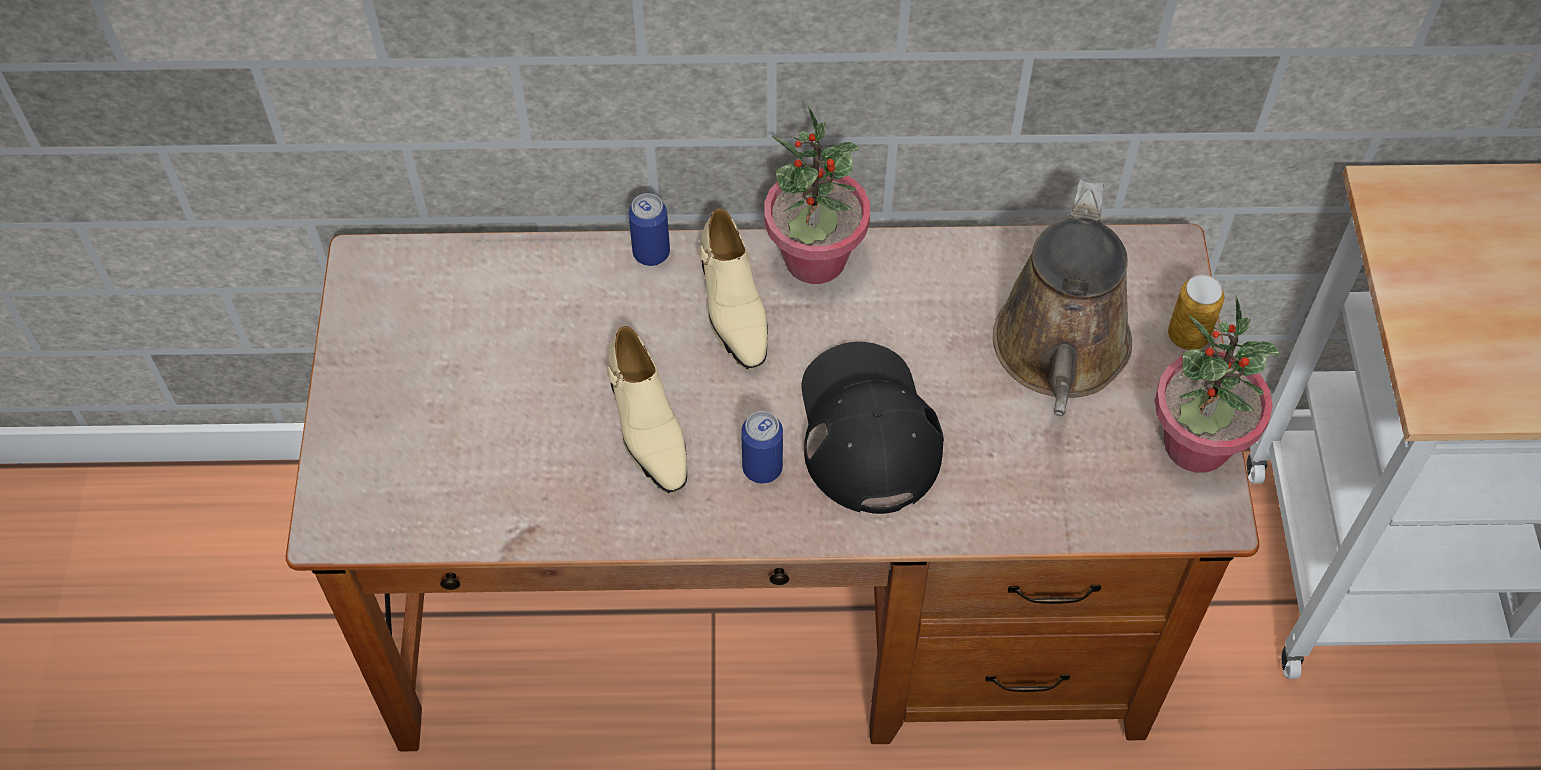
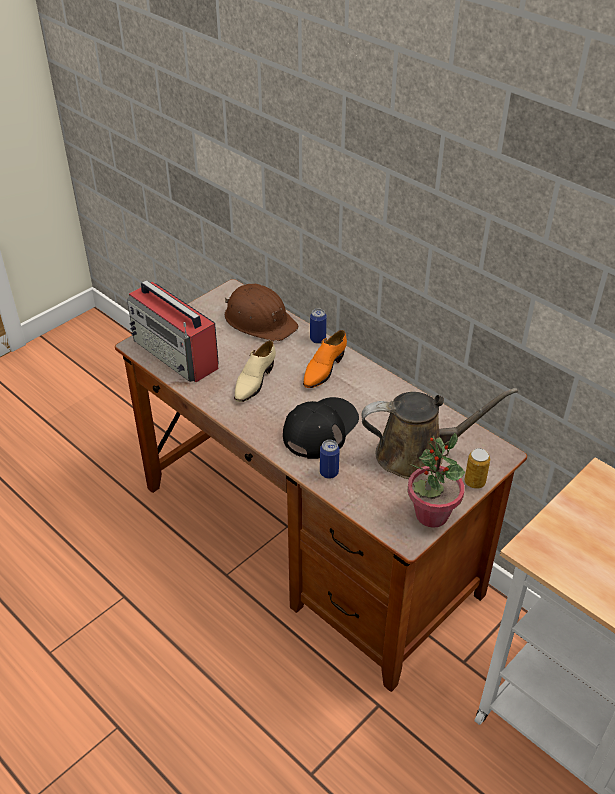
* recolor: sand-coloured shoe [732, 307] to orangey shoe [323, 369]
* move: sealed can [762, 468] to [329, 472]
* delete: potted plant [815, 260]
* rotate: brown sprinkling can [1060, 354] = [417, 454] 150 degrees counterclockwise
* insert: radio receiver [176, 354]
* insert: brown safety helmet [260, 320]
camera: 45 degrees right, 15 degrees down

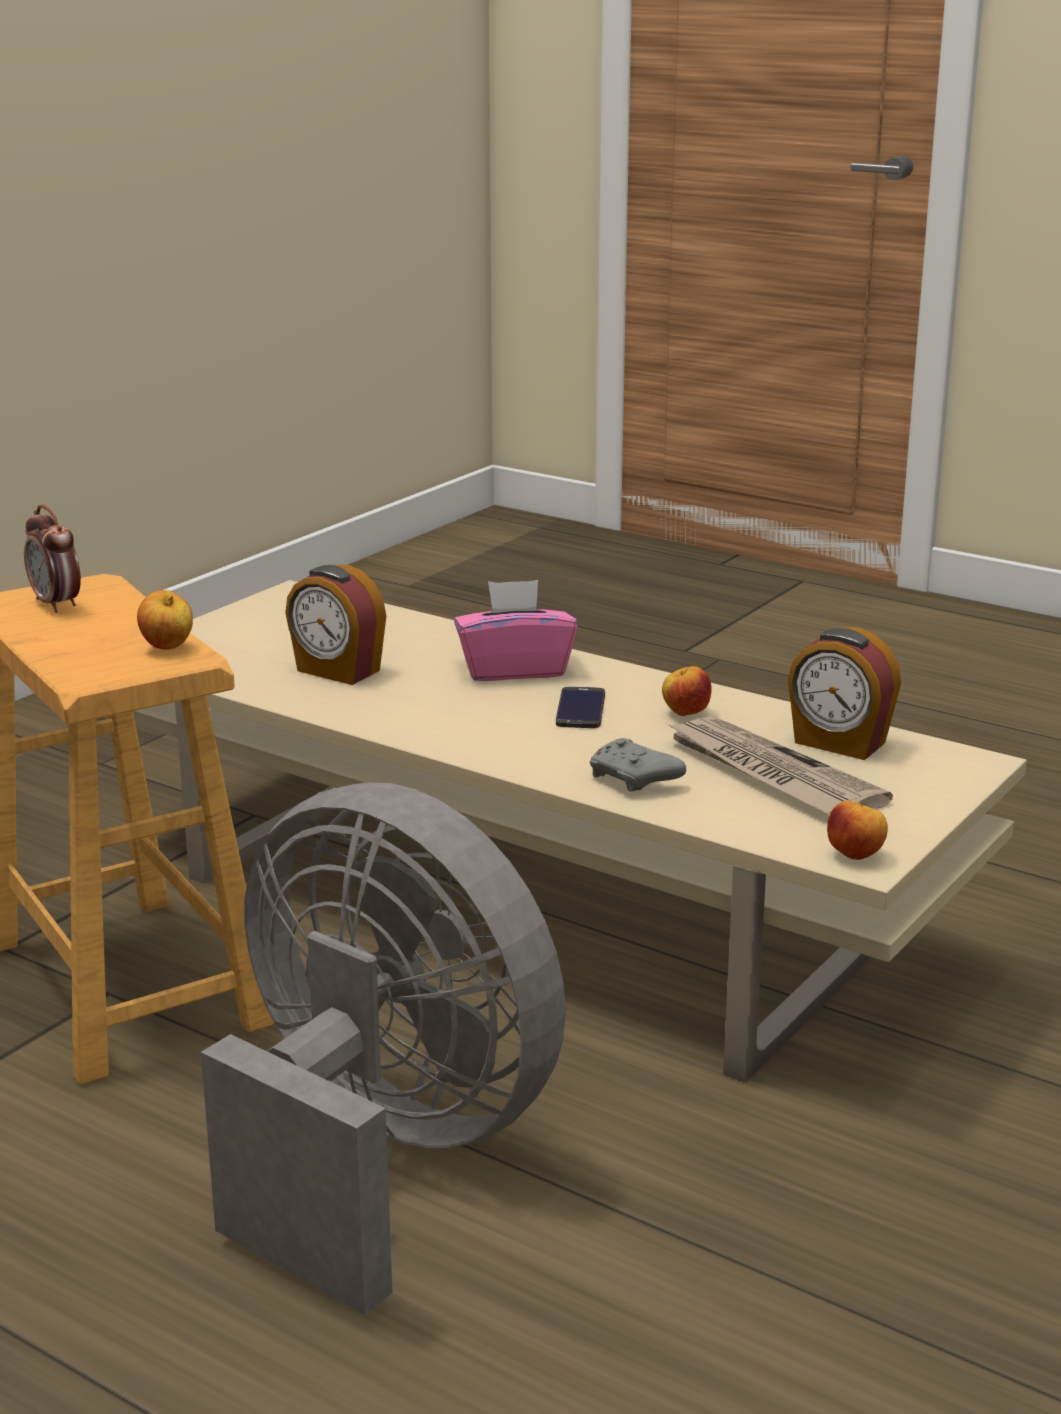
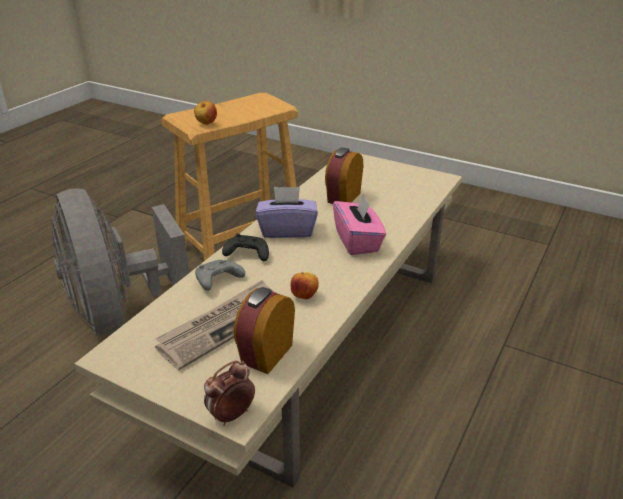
* move: bedside clock [56, 604] to [231, 415]
* rotate: grey cooling fan [380, 1154] = [120, 312] 120 degrees clockwise
* delete: handset [581, 709]
* delete: apple fruit [856, 856]
* insert: black gamepad [246, 254]
* insert: purplish tissue holder [287, 230]
camera: 85 degrees right, 10 degrees up

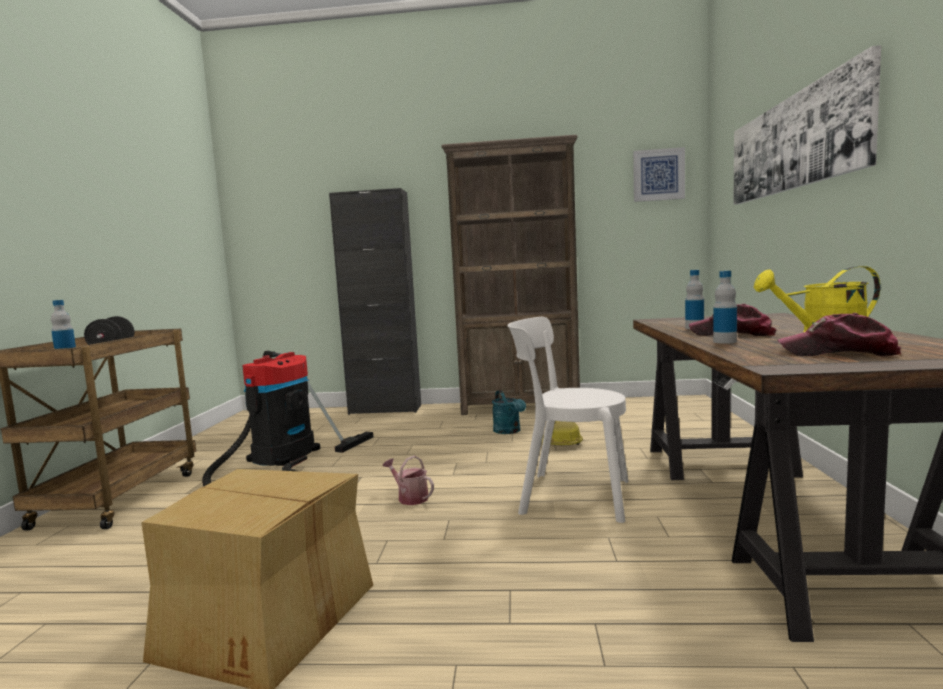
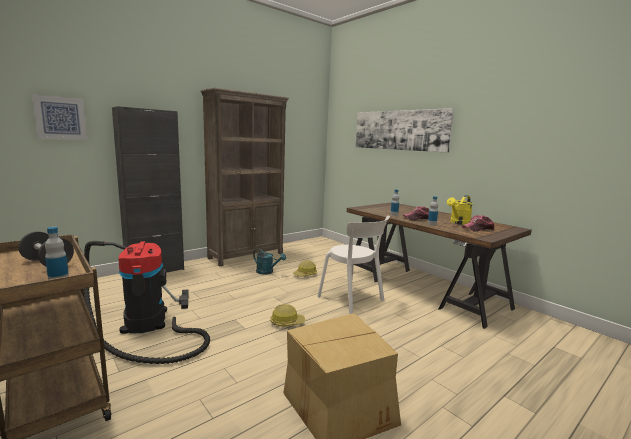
* replace: sprinkling can [410, 497] to safety helmet [287, 322]
* rotate: white upright chair [569, 495] = [353, 299] 105 degrees counterclockwise
* move: wall picture [658, 175] to [60, 118]
camera: 45 degrees left, 5 degrees up

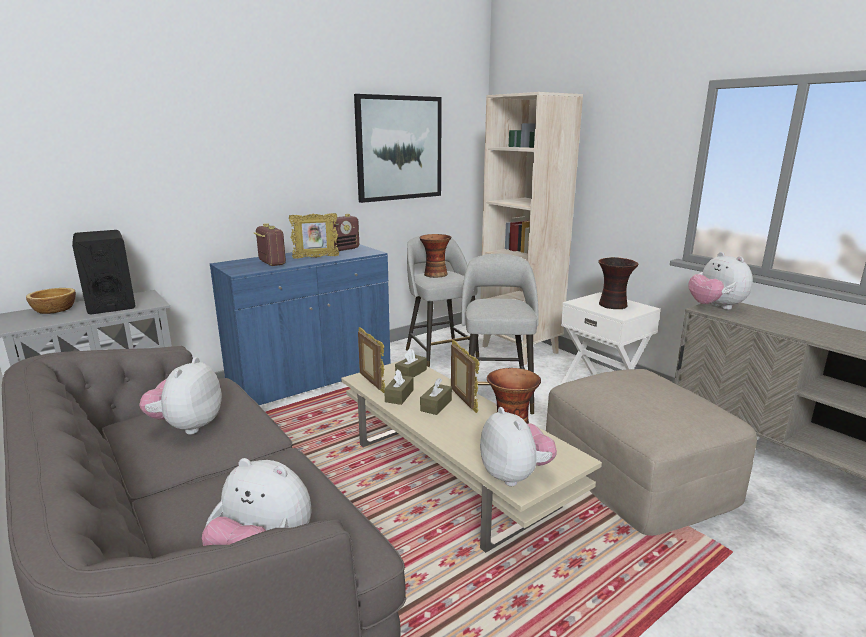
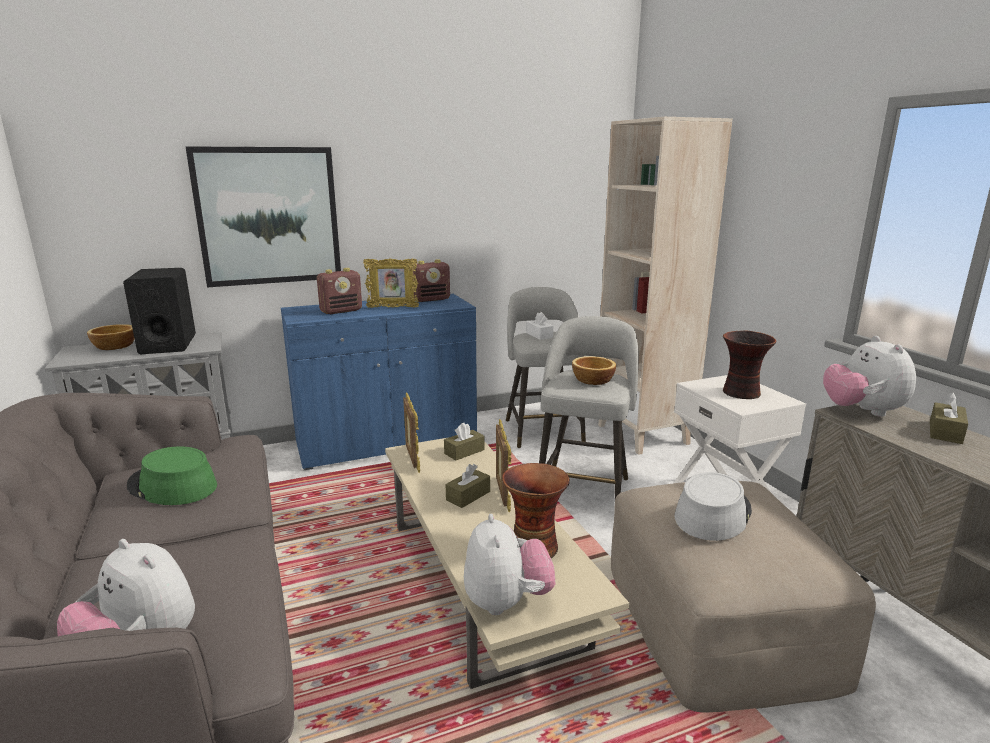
* replace: soft toy [187, 426] to green wearable hat [172, 486]
* rotate: radio receiver [272, 263] = [341, 311] 75 degrees clockwise
* move: wall picture [399, 148] to [268, 216]
* move: brown tissue holder [399, 396] to [945, 432]
* replace: flower vase [434, 274] to white tissue holder [539, 335]
* insert: bowl [592, 380]
* insert: grey wearable hat [712, 514]
camera: 15 degrees right, 0 degrees up

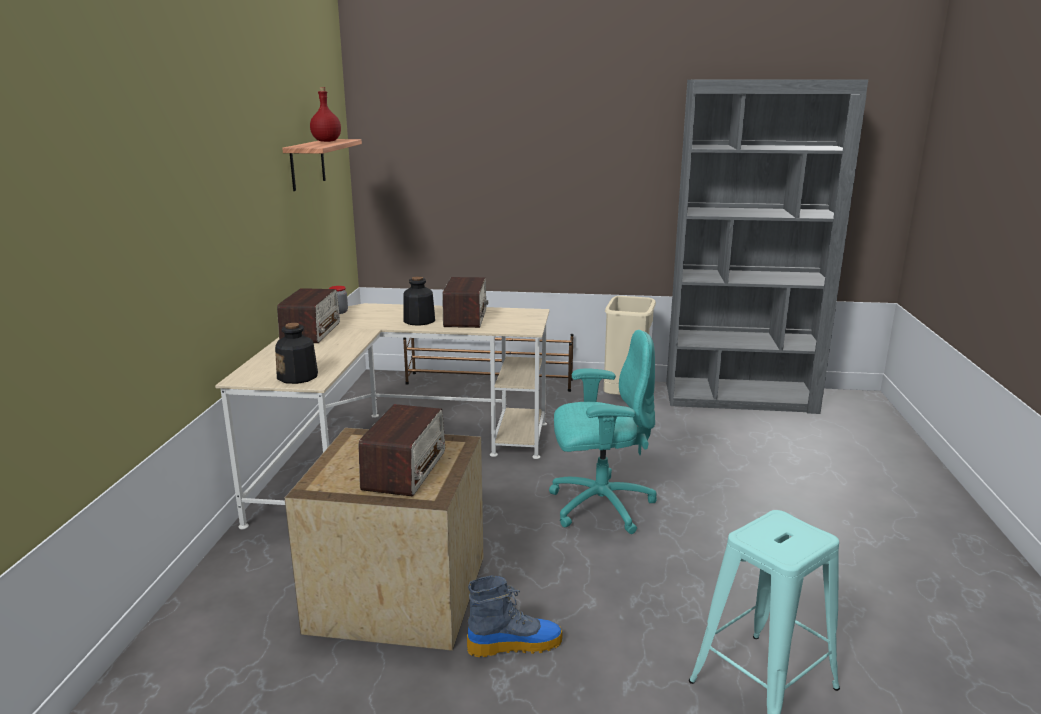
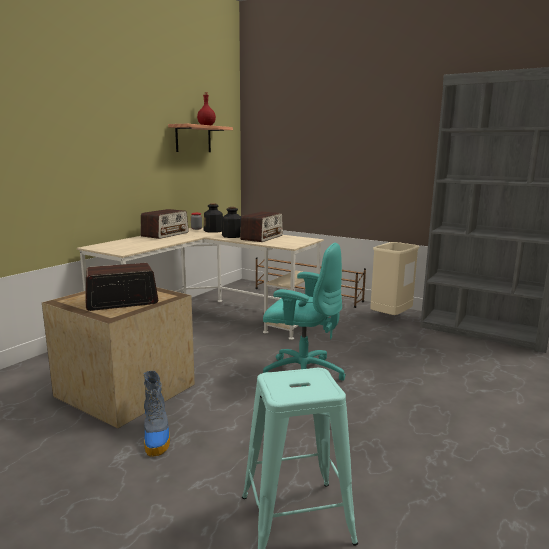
* move: drink bottle [298, 377] to [213, 231]
* rotate: radio receiver [405, 470] = [121, 302] 150 degrees counterclockwise
* rotate: tall boot [515, 644] = [156, 436] 60 degrees clockwise
camera: 25 degrees right, 5 degrees down

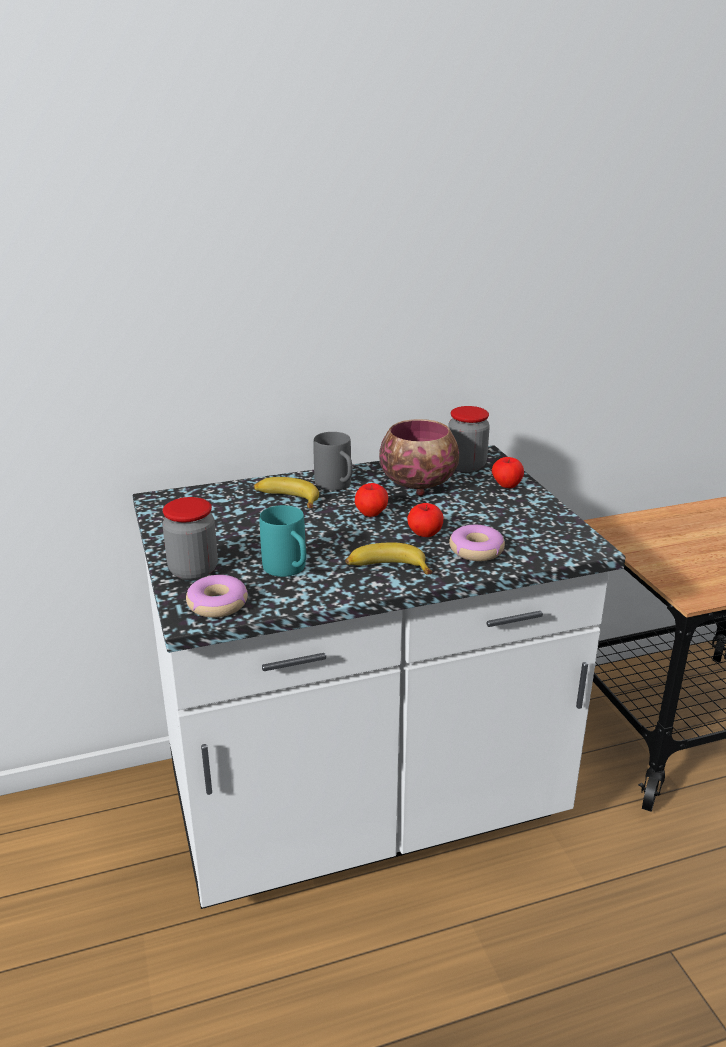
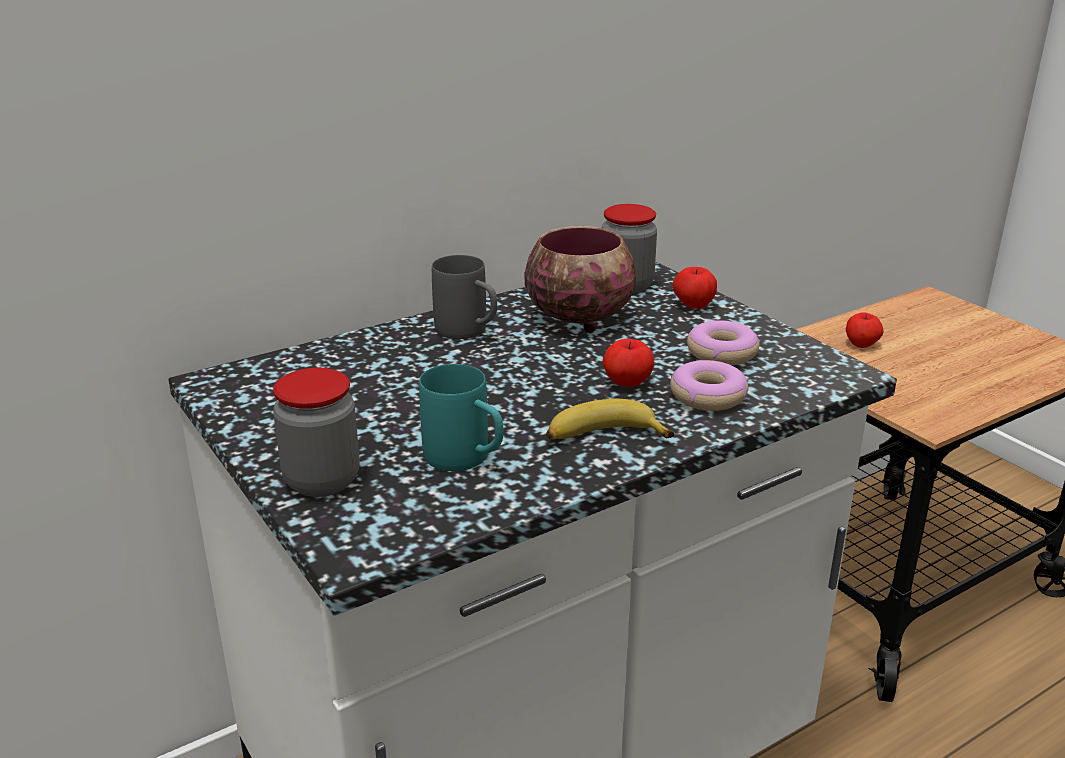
* move: donut [218, 604] to [722, 353]
* delete: banana fruit [286, 499]
* move: apple fruit [371, 514] to [861, 345]
camera: 15 degrees left, 0 degrees up

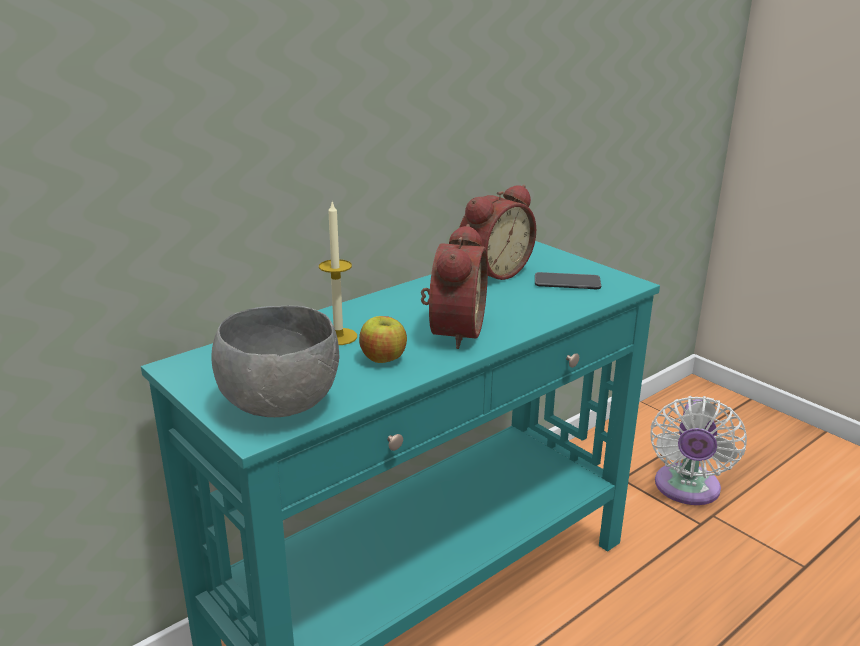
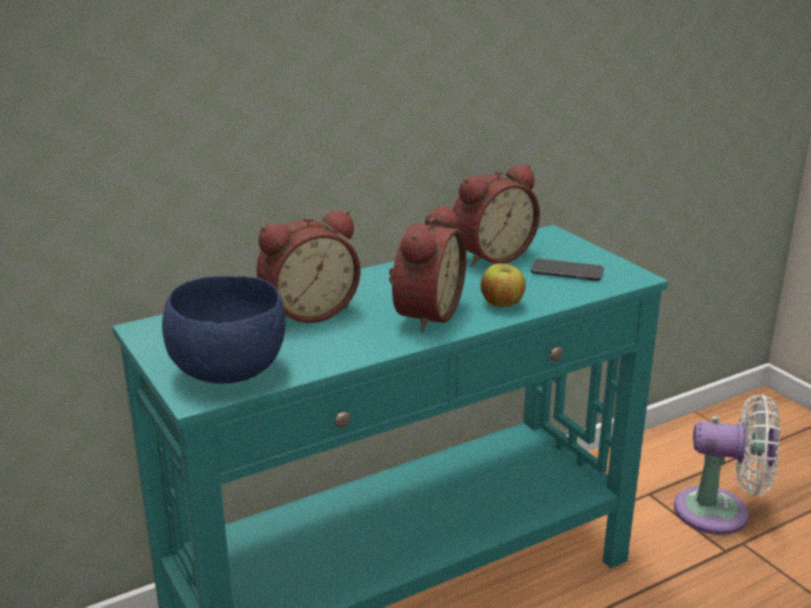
* recolor: grey bowl [281, 404] to blue-coloured bowl [230, 371]
* replace: wax candle [338, 336] to bedside clock [308, 311]
* move: apple fruit [383, 359] to [502, 304]
* rotate: white cooling fan [686, 490] = [720, 512] 105 degrees counterclockwise
camera: 10 degrees right, 0 degrees up

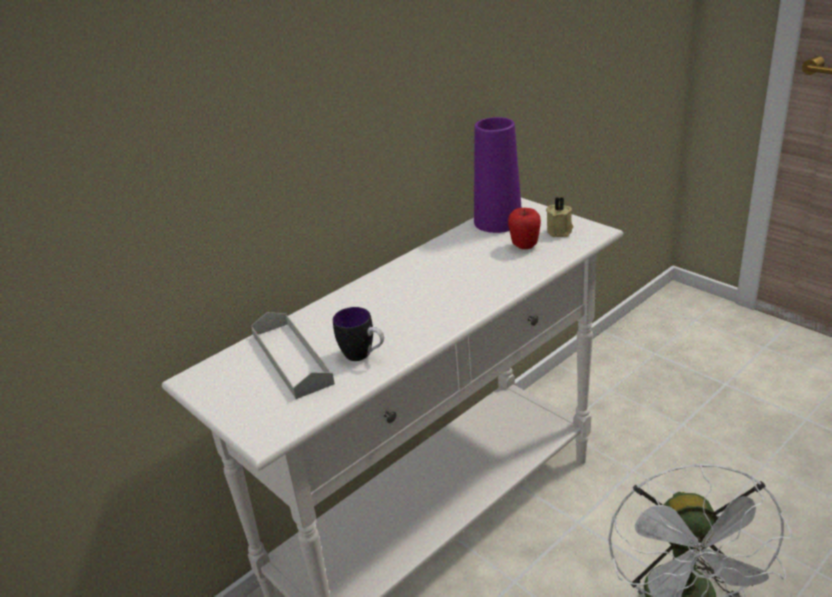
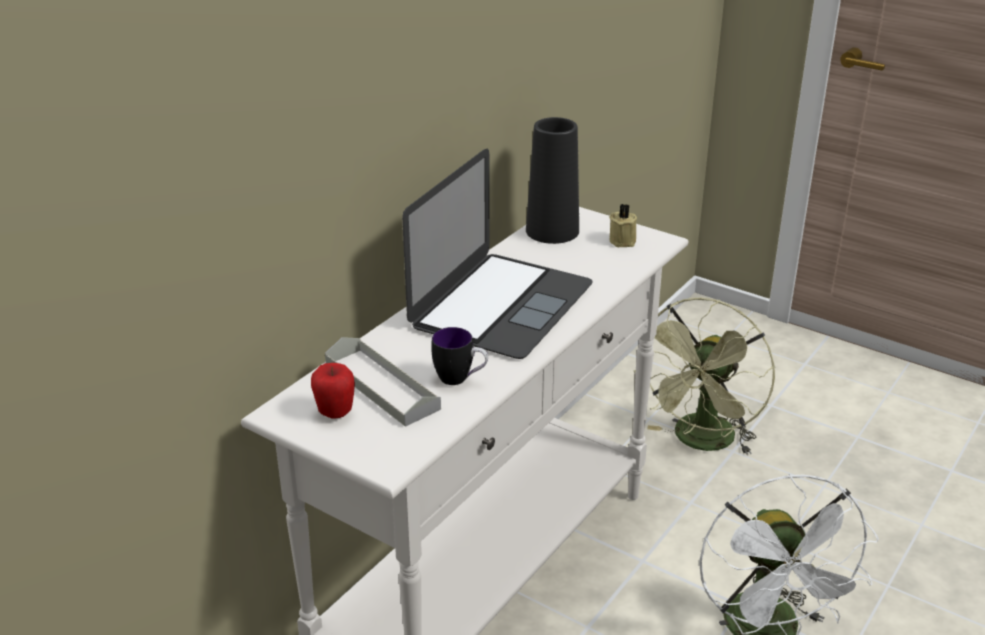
* recolor: purplish flower vase [498, 221] to black flower vase [552, 231]
* move: apple fruit [524, 246] to [335, 413]
* insert: notebook computer [501, 305]
* insert: green cooling fan [701, 442]
camera: 15 degrees left, 0 degrees up

